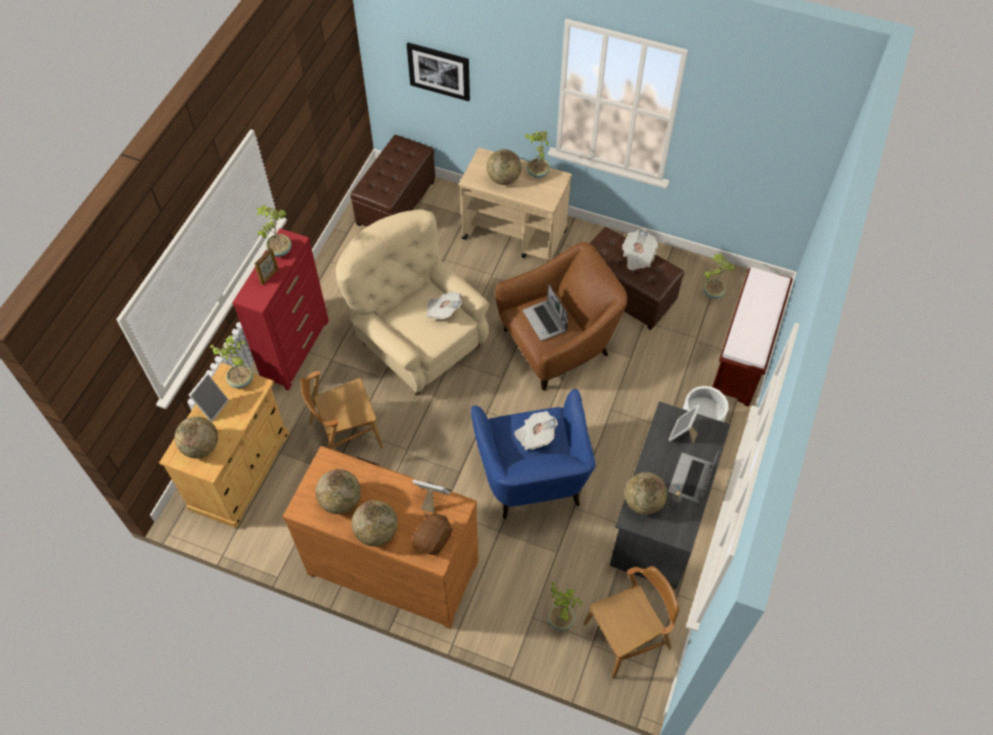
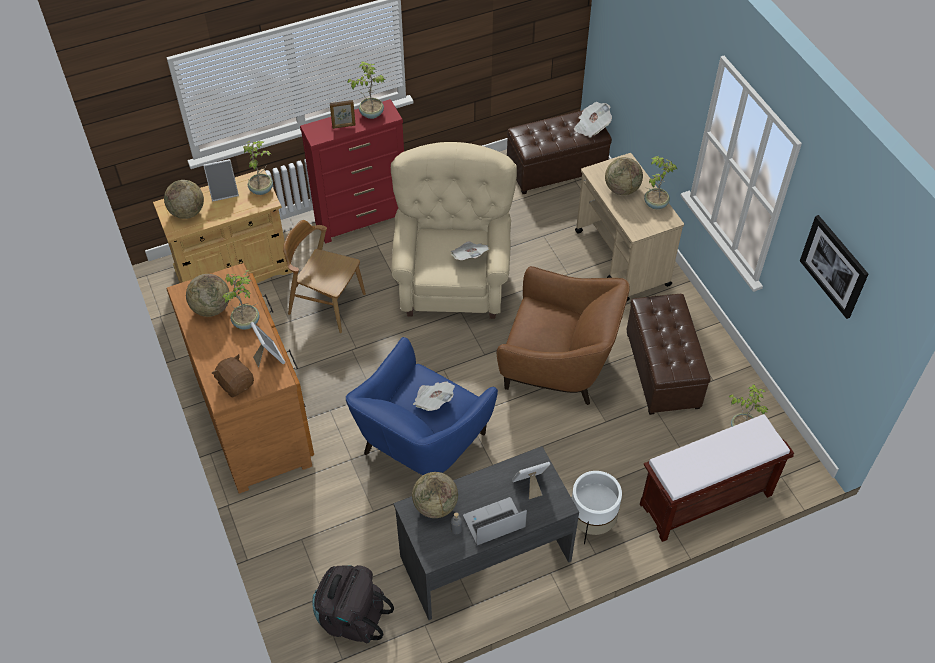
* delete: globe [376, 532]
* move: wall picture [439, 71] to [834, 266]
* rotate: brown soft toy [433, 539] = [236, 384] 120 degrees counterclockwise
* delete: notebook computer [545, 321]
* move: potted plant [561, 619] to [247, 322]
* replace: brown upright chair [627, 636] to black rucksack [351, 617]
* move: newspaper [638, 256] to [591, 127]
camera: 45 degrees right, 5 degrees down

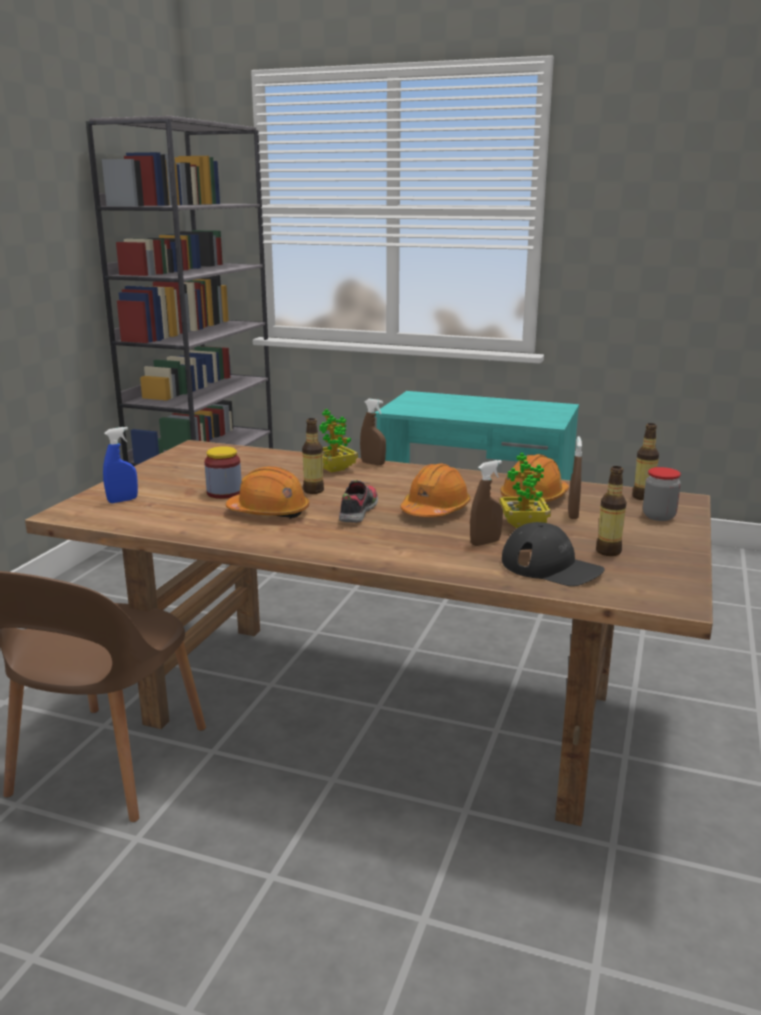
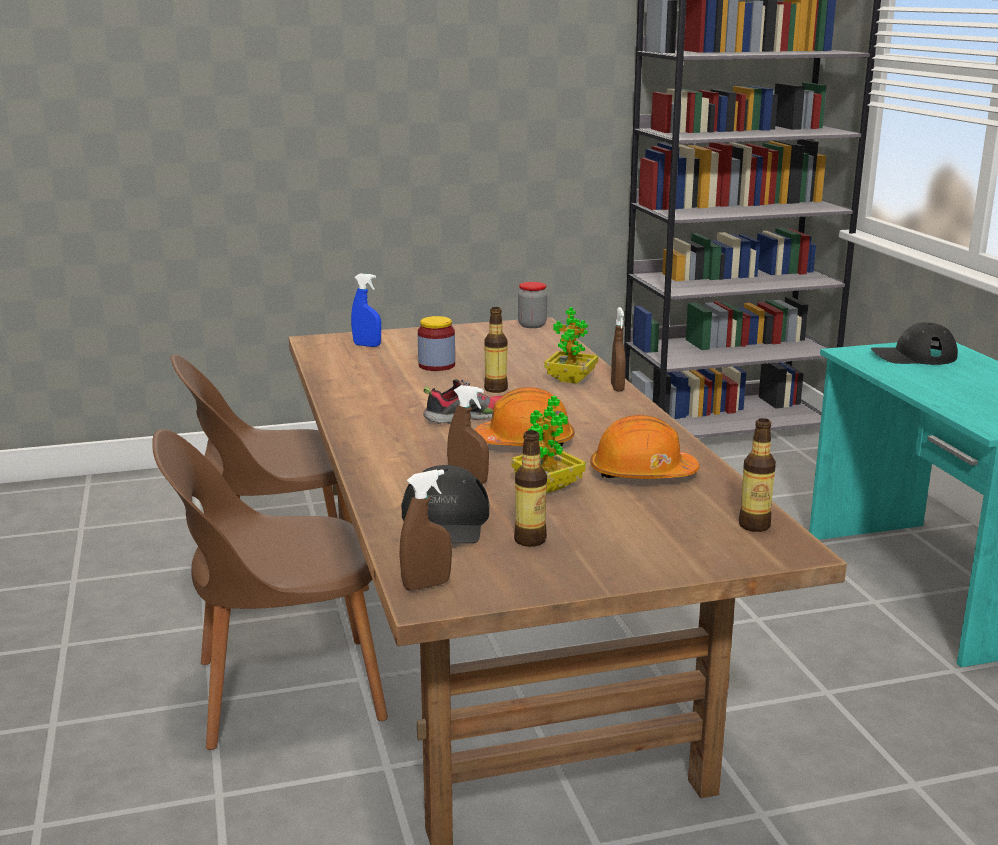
* delete: orangey safety helmet [269, 512]
* move: brown hand sprayer [573, 514] to [426, 585]
* move: jar [658, 516] to [532, 325]
* insert: brown upright chair [282, 691]
* insert: black baseball cap [913, 356]
camera: 55 degrees right, 0 degrees up

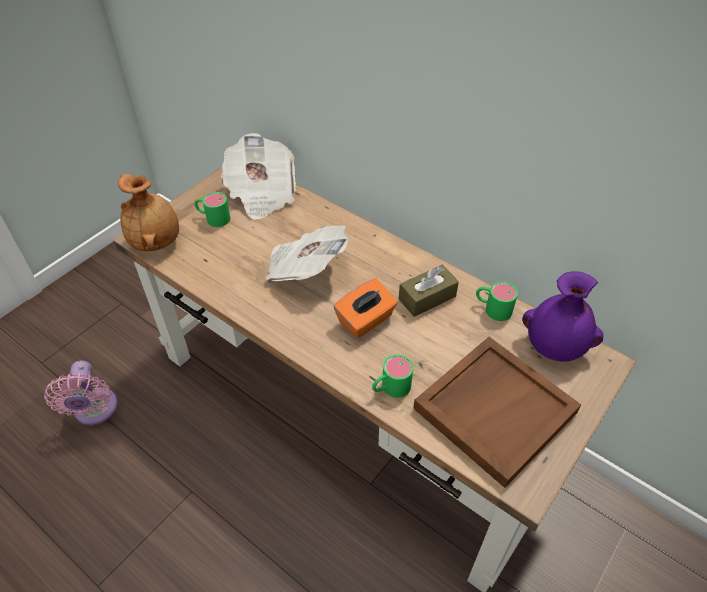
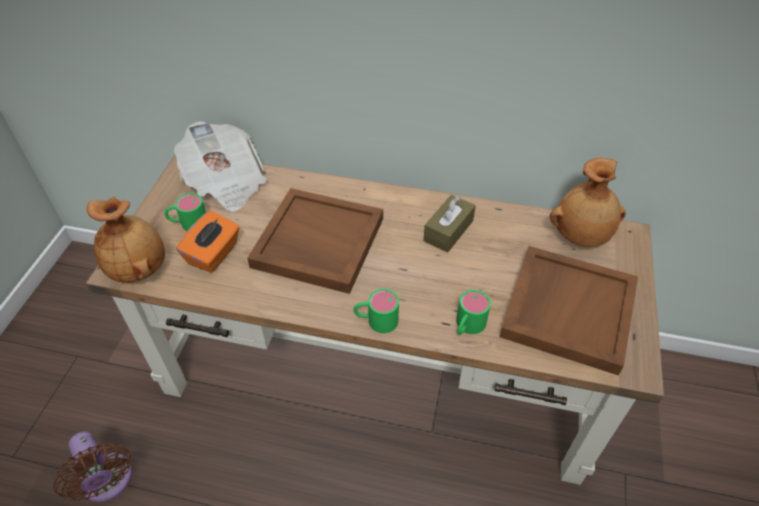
* recolor: pink cooling fan [95, 411] to brown cooling fan [108, 482]
* replace: newspaper [305, 269] to brown carrying tray [317, 243]
* move: orangey tissue holder [365, 320] to [214, 254]
* move: green mug [492, 308] to [376, 320]
* recolor: purplish flower vase [554, 347] to brown flower vase [581, 236]
camera: 25 degrees left, 0 degrees up

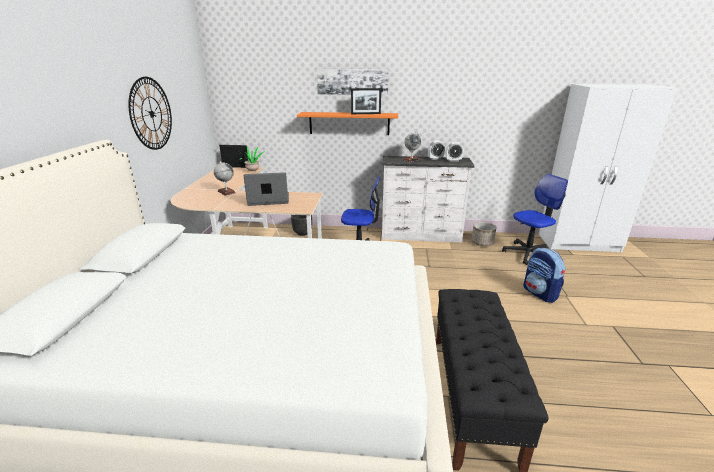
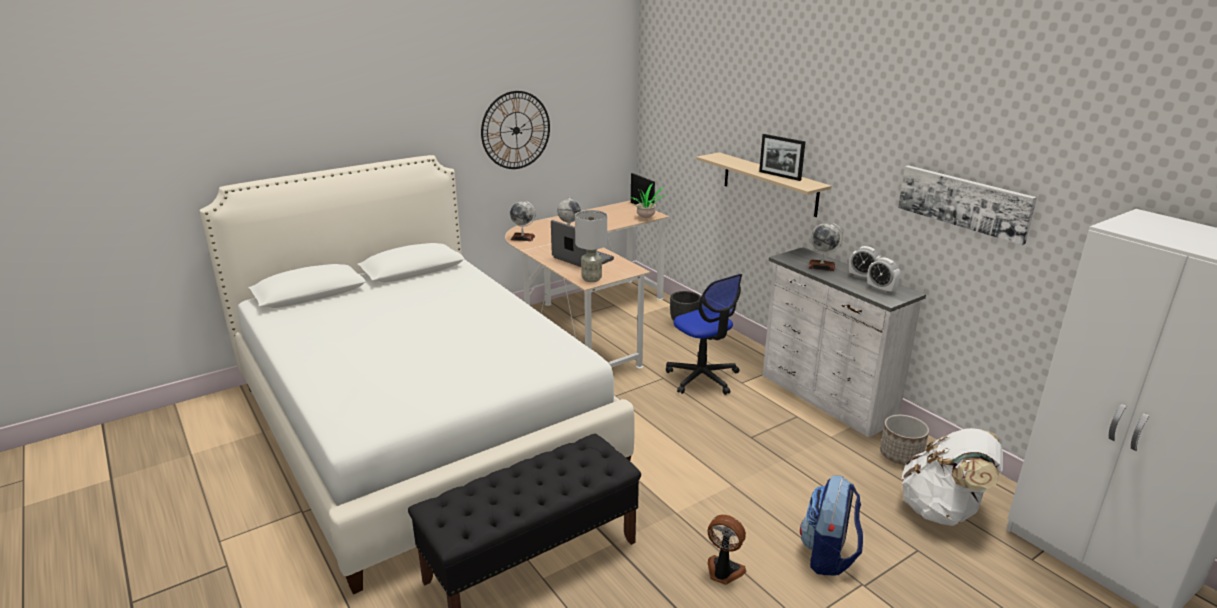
* recolor: orangey bracket shelf [349, 123] to sand-coloured bracket shelf [769, 184]
* move: wall picture [352, 81] to [964, 202]
* replace: office chair [528, 254] to white rucksack [943, 510]
* insert: globe [523, 238]
* insert: grey lamp for a table [591, 279]
* insert: cooling fan [723, 572]
camera: 50 degrees right, 0 degrees up

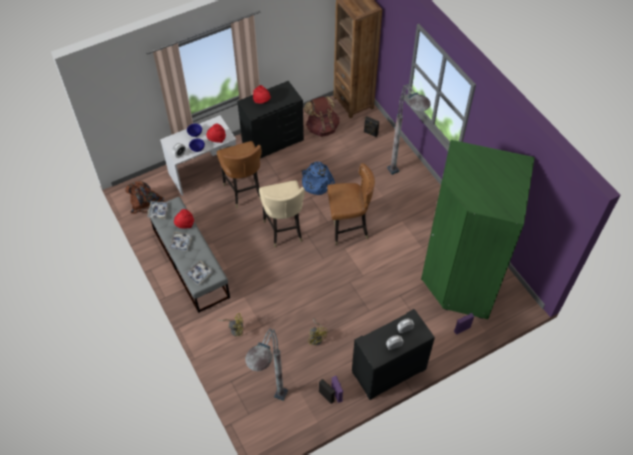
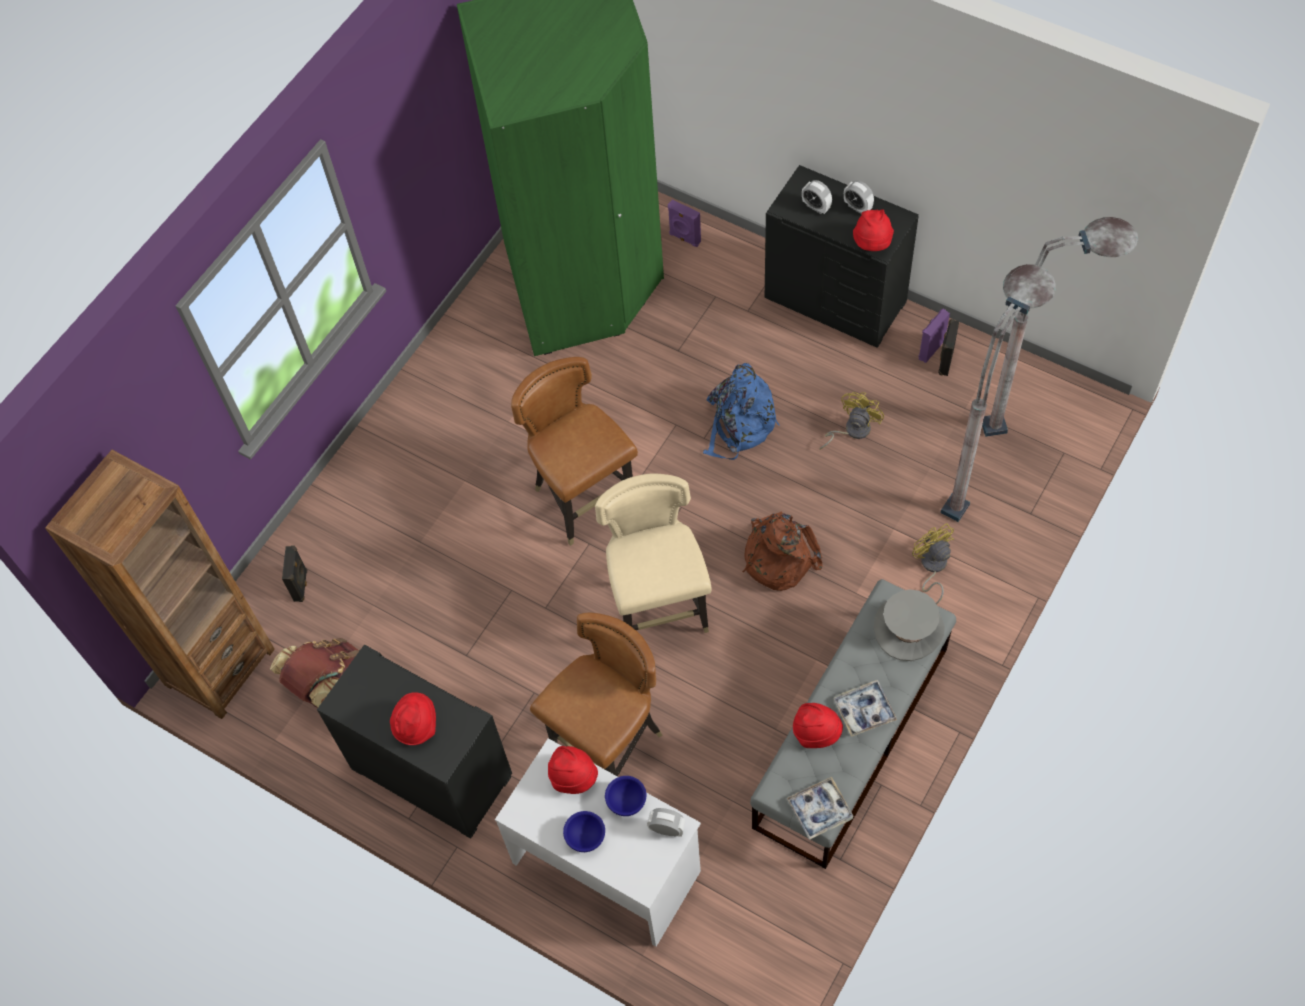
* move: brown rucksack [146, 203] to [778, 557]
* replace: carrying tray [199, 274] to grey wearable hat [908, 629]
* rotate: sand-coloured upright chair [283, 230] = [659, 611] 60 degrees counterclockwise
* move: blue-coloured rucksack [316, 183] to [738, 425]
* move: grey floor lamp [402, 183] to [977, 475]
* insert: red-coloured wearable hat [872, 244]
camera: 115 degrees left, 5 degrees up

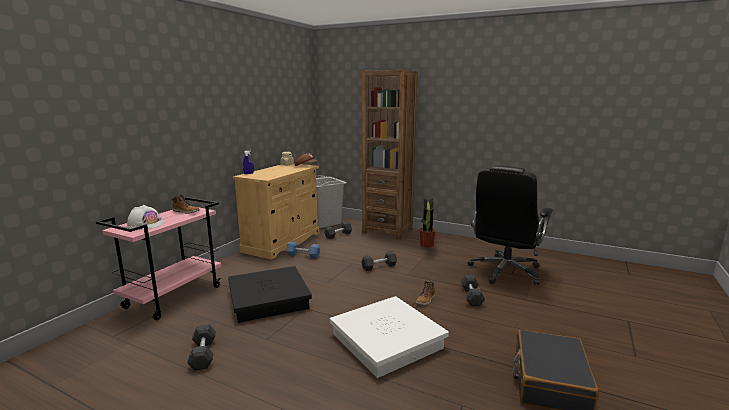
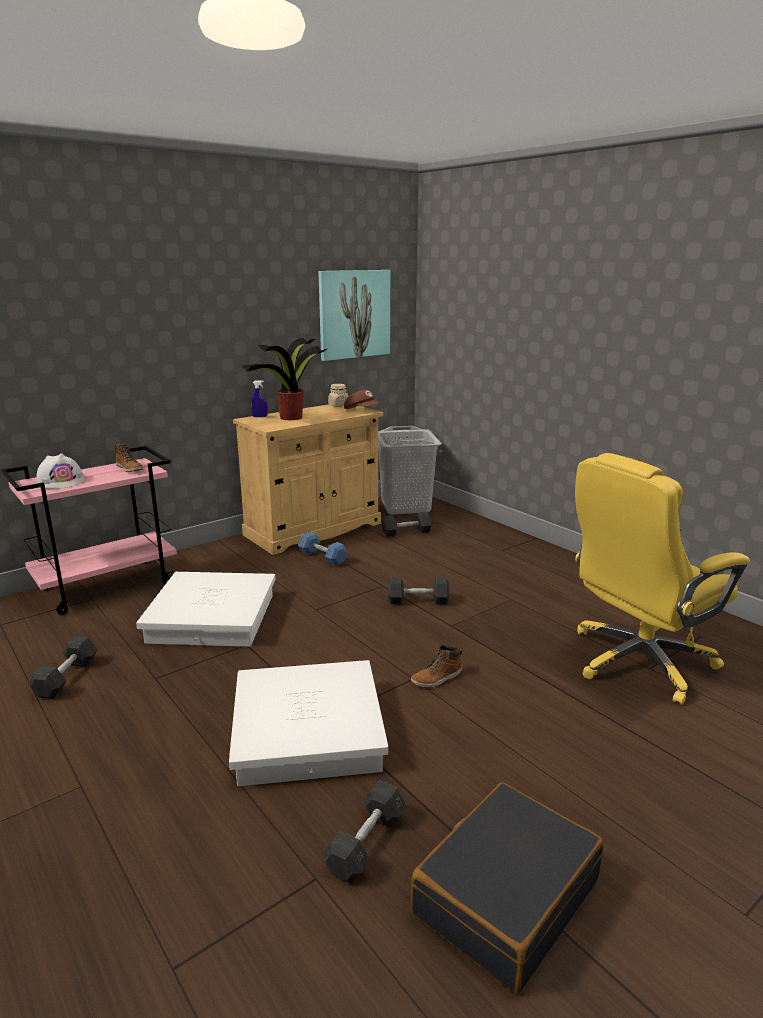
* recolor: black storage bin [269, 299] to white storage bin [213, 618]
* delete: brown bookcase [387, 231]
* move: potted plant [426, 245] to [290, 418]
* move: grey dumbbell [471, 297] to [366, 843]
* recolor: black office chair [505, 272] to yellowish office chair [638, 661]
* insert: wall picture [354, 314]
camera: 25 degrees right, 5 degrees up

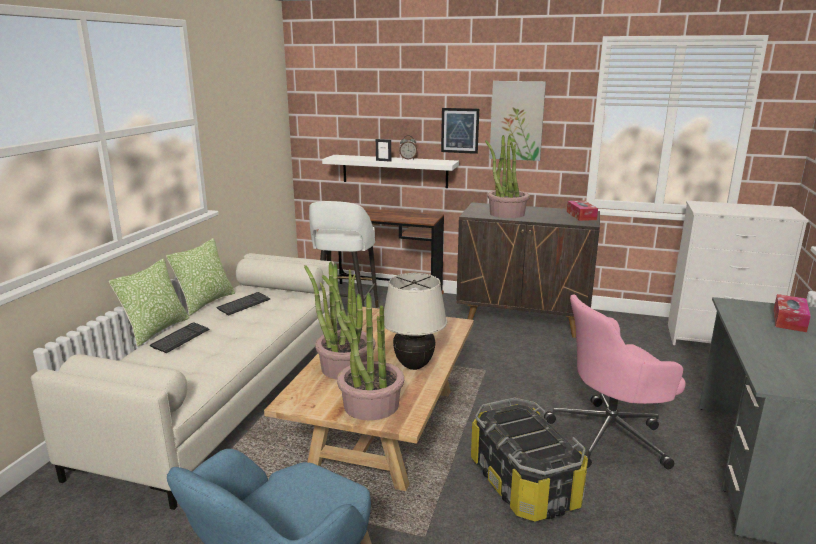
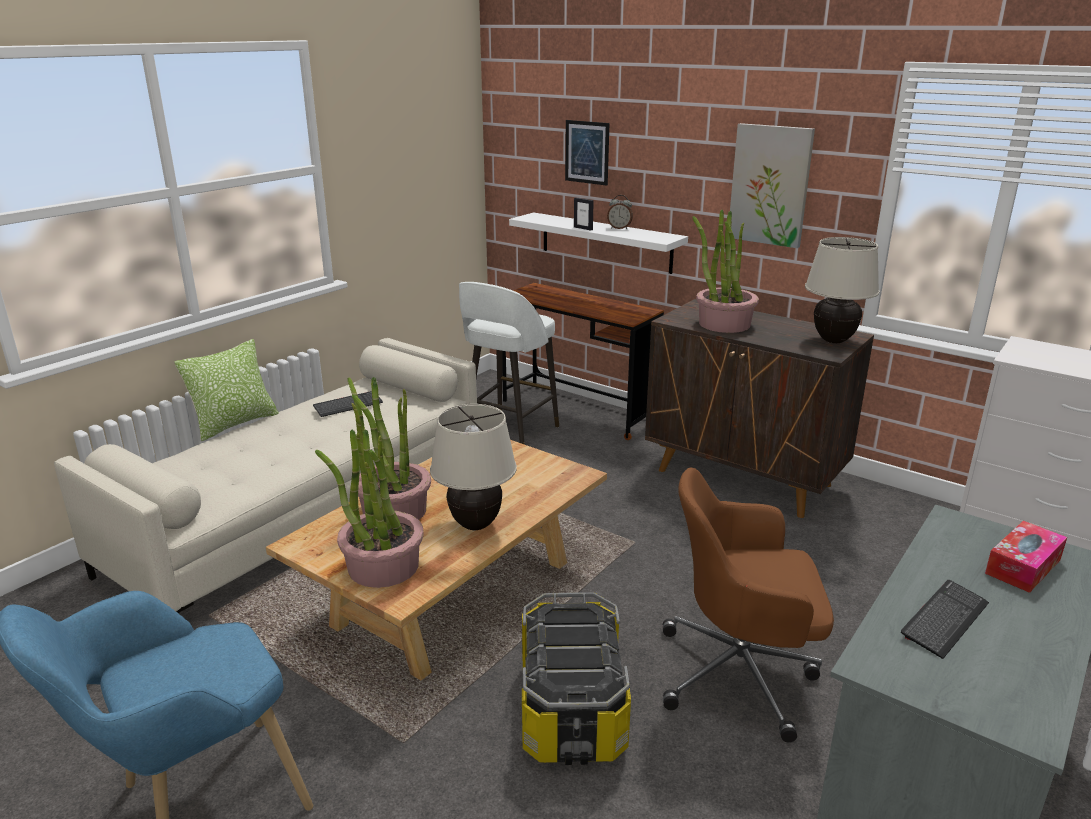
* move: computer keyboard [180, 338] to [944, 620]
* delete: throw pillow [206, 302]
* move: wall picture [460, 130] to [587, 152]
* recolor: pink office chair [611, 436] to brown office chair [740, 674]
* replace: tissue holder [581, 216] to sand-coloured lamp for a table [833, 340]
camera: 20 degrees right, 5 degrees up

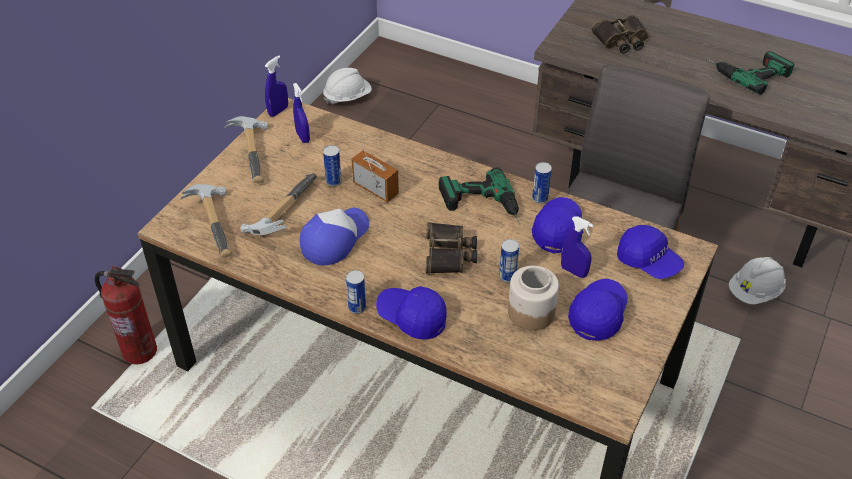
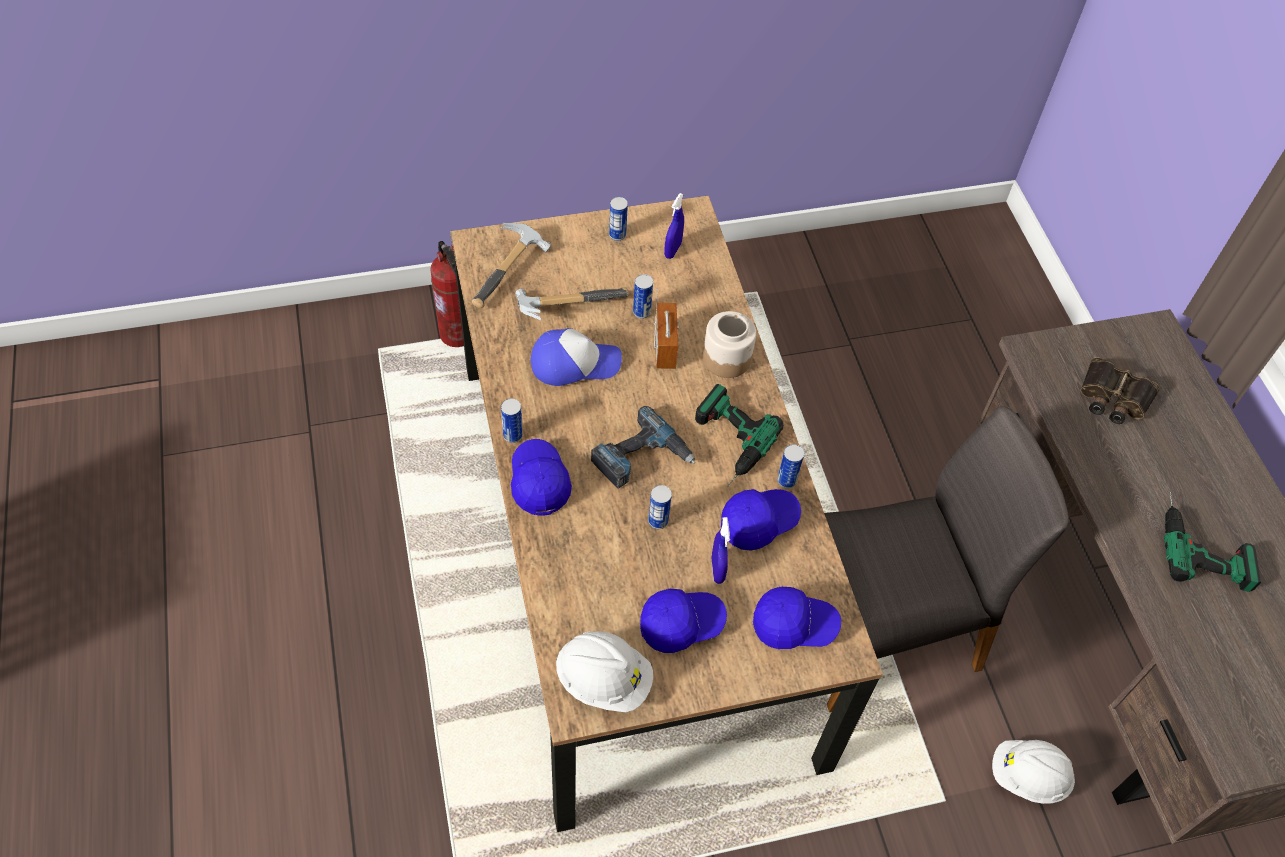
* replace: hand hammer [256, 153] to sealed can [617, 235]
* delete: blue-coloured hand sprayer [278, 111]
* move: white safety helmet [347, 97] to [604, 680]
* replace: binoculars [449, 254] to power drill [641, 458]
* move: jar [530, 312] to [726, 358]
* rotate: blue-coloured baseball cap [648, 262] = [793, 625] 90 degrees counterclockwise
camera: 45 degrees right, 10 degrees up

